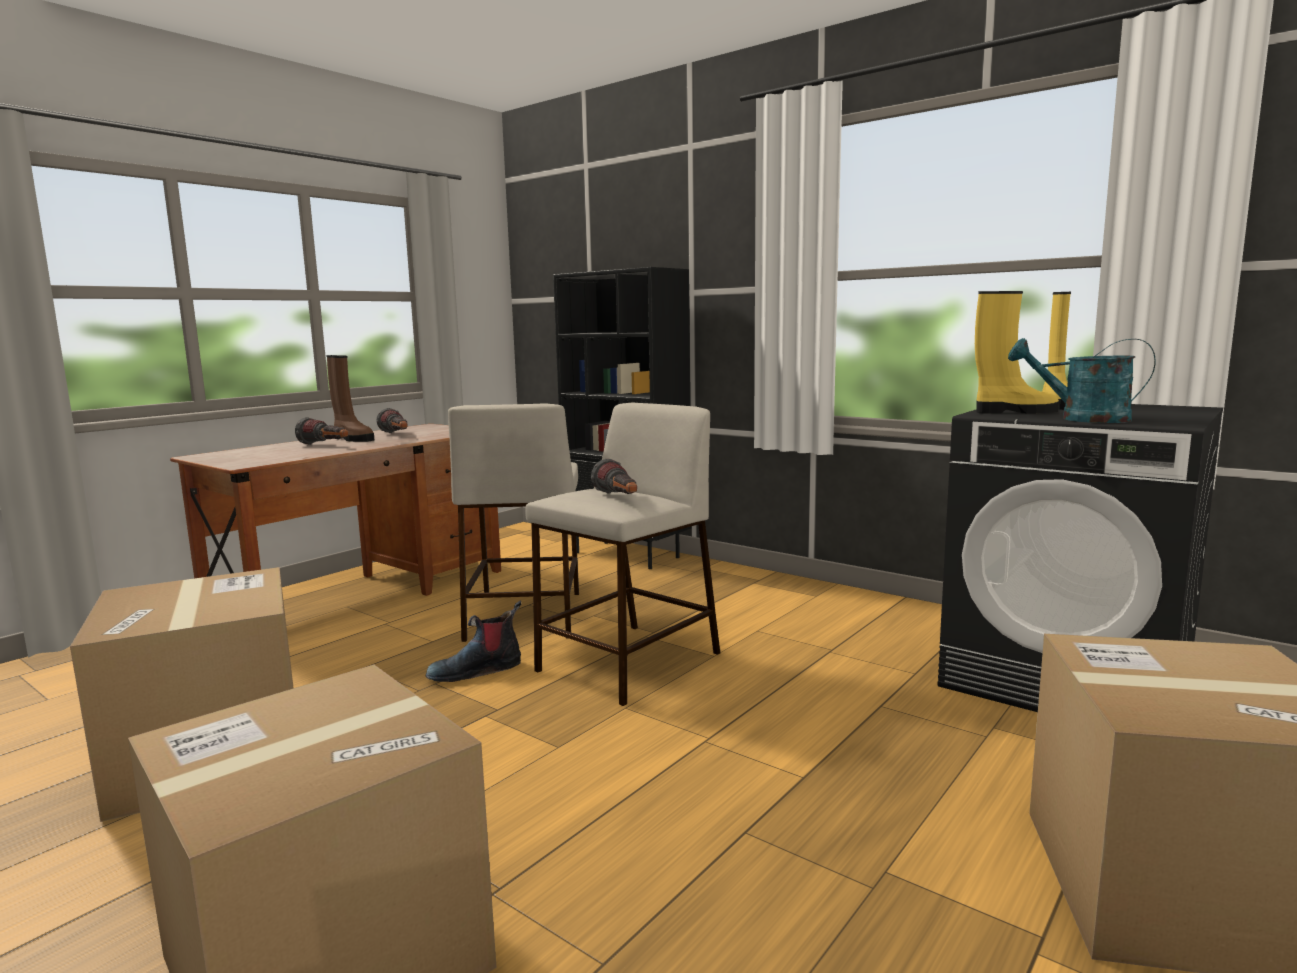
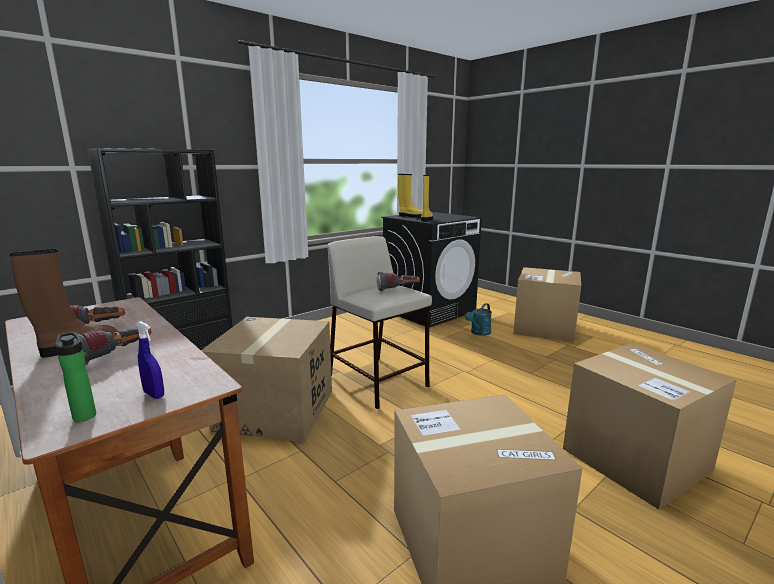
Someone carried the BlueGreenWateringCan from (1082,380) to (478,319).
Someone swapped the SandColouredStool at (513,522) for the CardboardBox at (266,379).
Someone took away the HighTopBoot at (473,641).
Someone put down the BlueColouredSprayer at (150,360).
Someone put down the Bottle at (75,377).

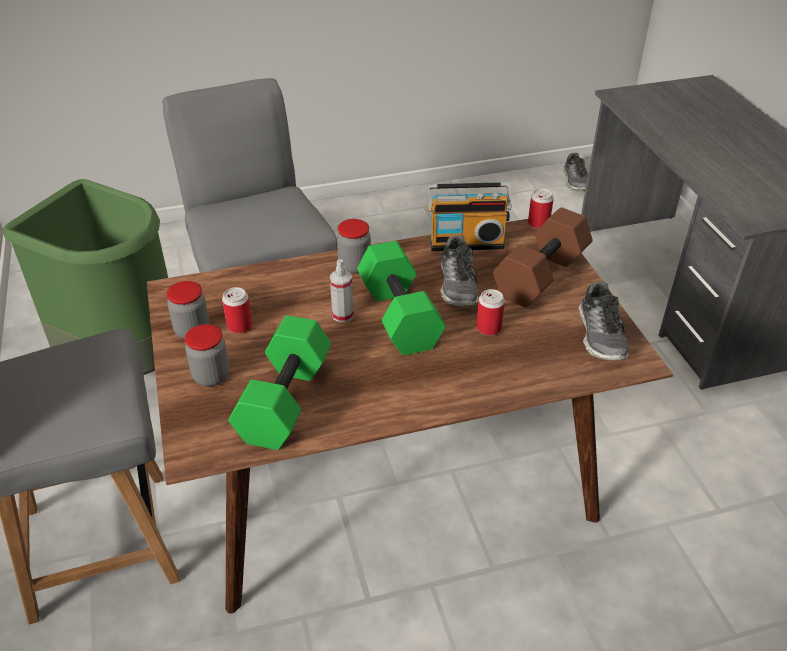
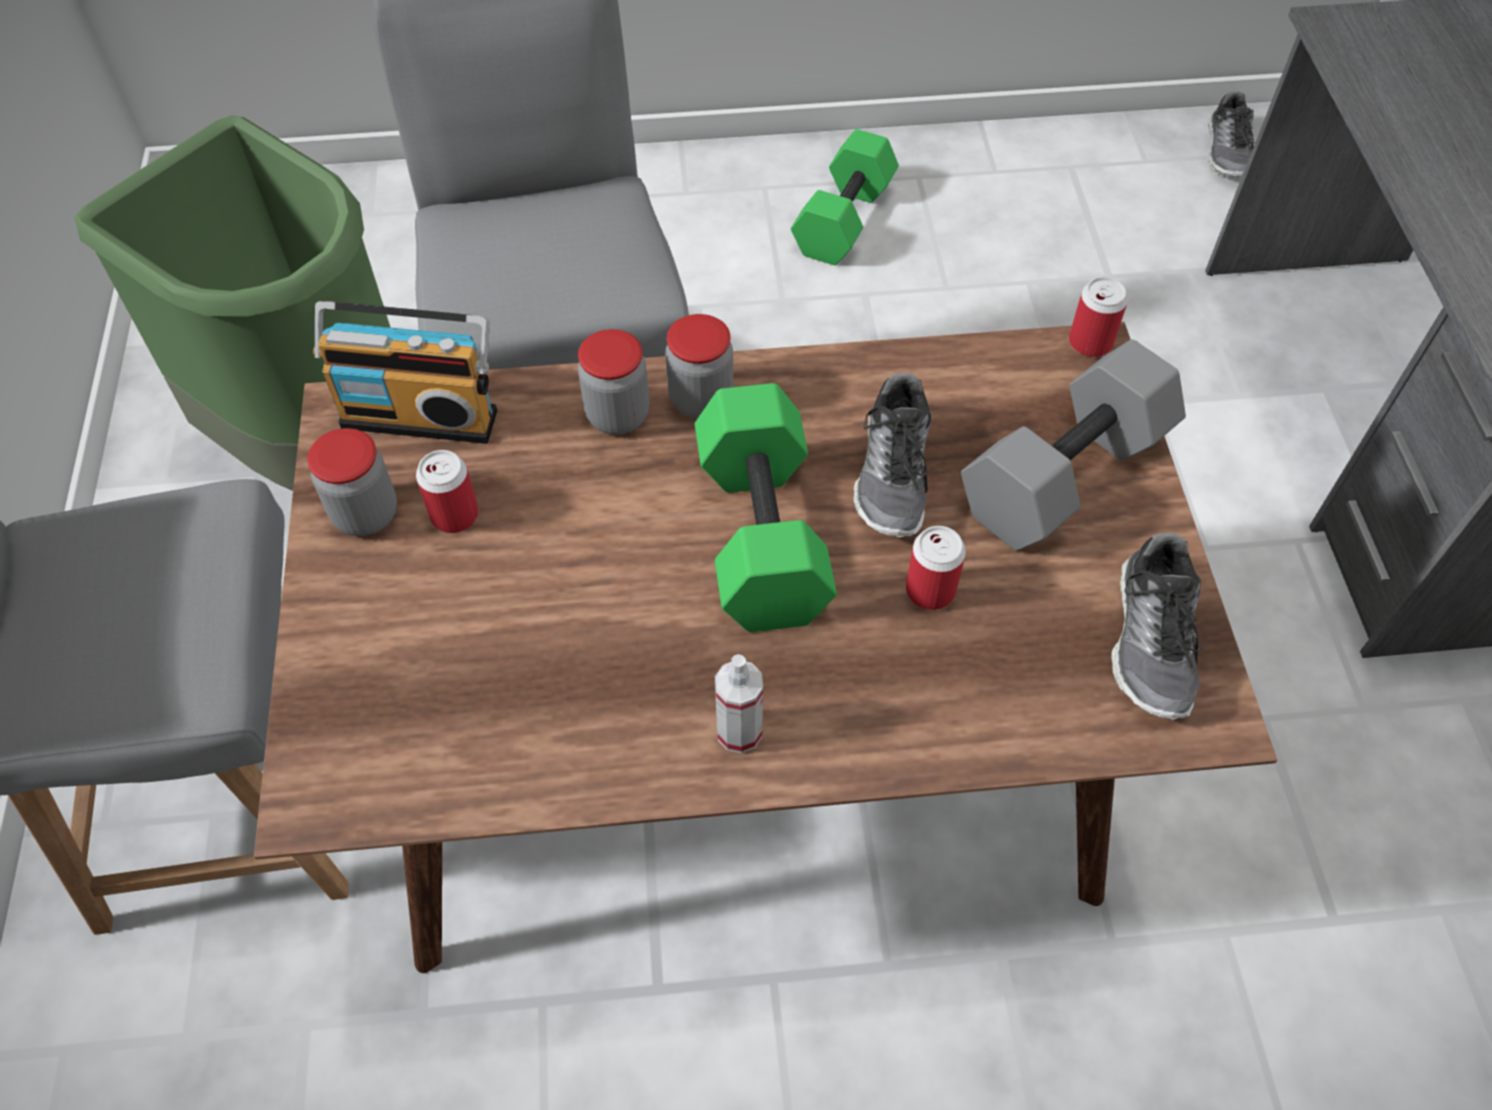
Someone carried the Radio from (469,216) to (405,372).
Someone repainted the BrownDumbbell at (543,257), which became the GreyishDumbbell at (1073,445).
Someone carried the Sprayer from (342,291) to (739,704).
Someone carried the GreenishDumbbell from (279,382) to (845,197).
Someone carried the PreserveJar from (207,355) to (613,381).

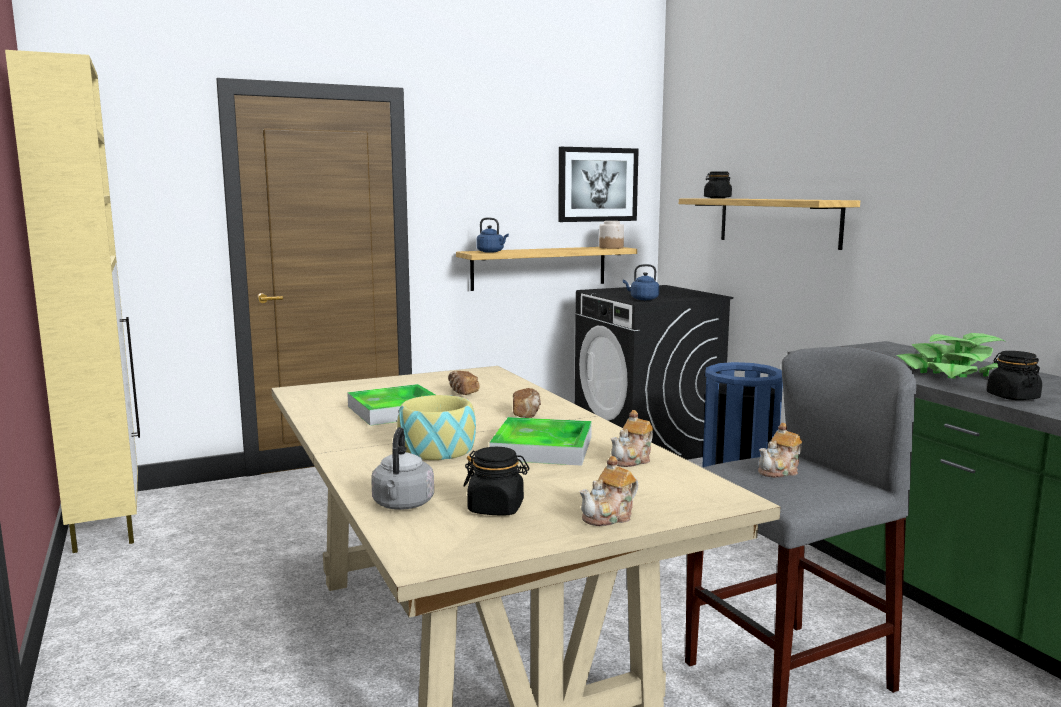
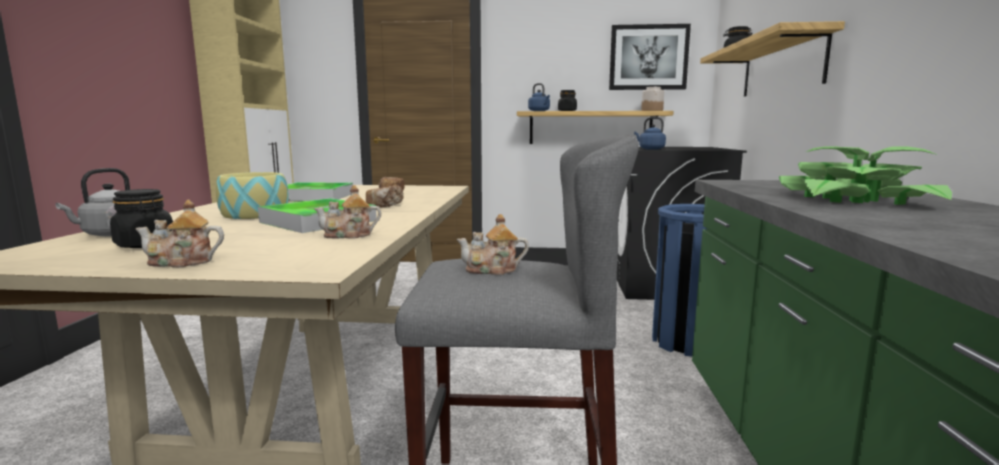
Someone carried the BlackPreserveJar from (1014,375) to (567,100).

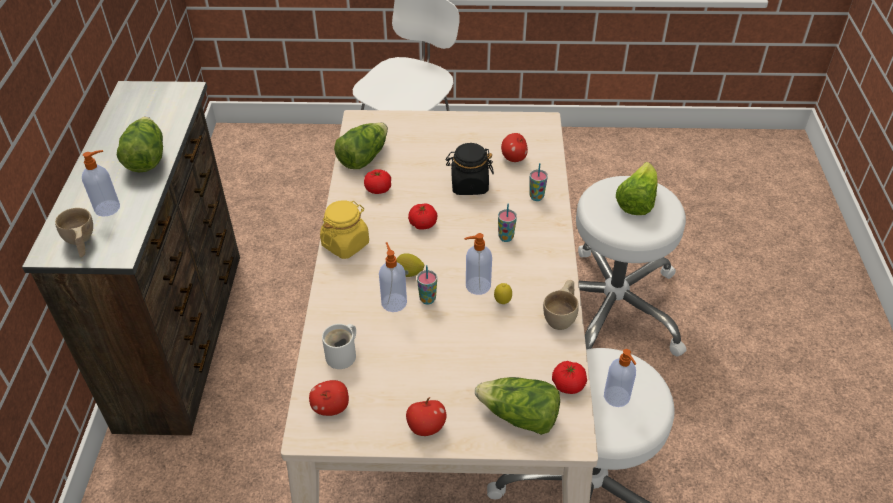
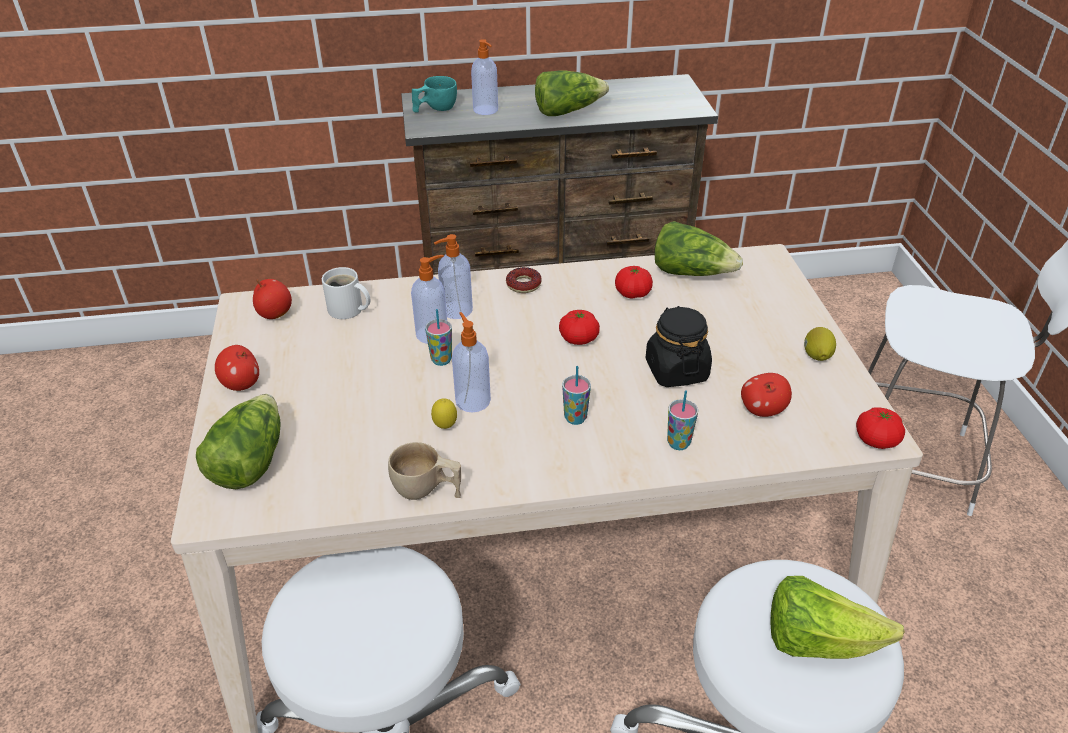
Someone swapped the YellowishPreserveJar at (344,229) for the RingDoughnut at (524,280).
Someone repainted the SandColouredCup at (74,233), which became the BlueGreenCup at (434,94).
Someone carried the CitrusFruit from (410,265) to (820,344).
Someone carried the LiquidSoapBottle from (620,378) to (453,276).
Someone carried the WholeTomato from (569,377) to (880,428).

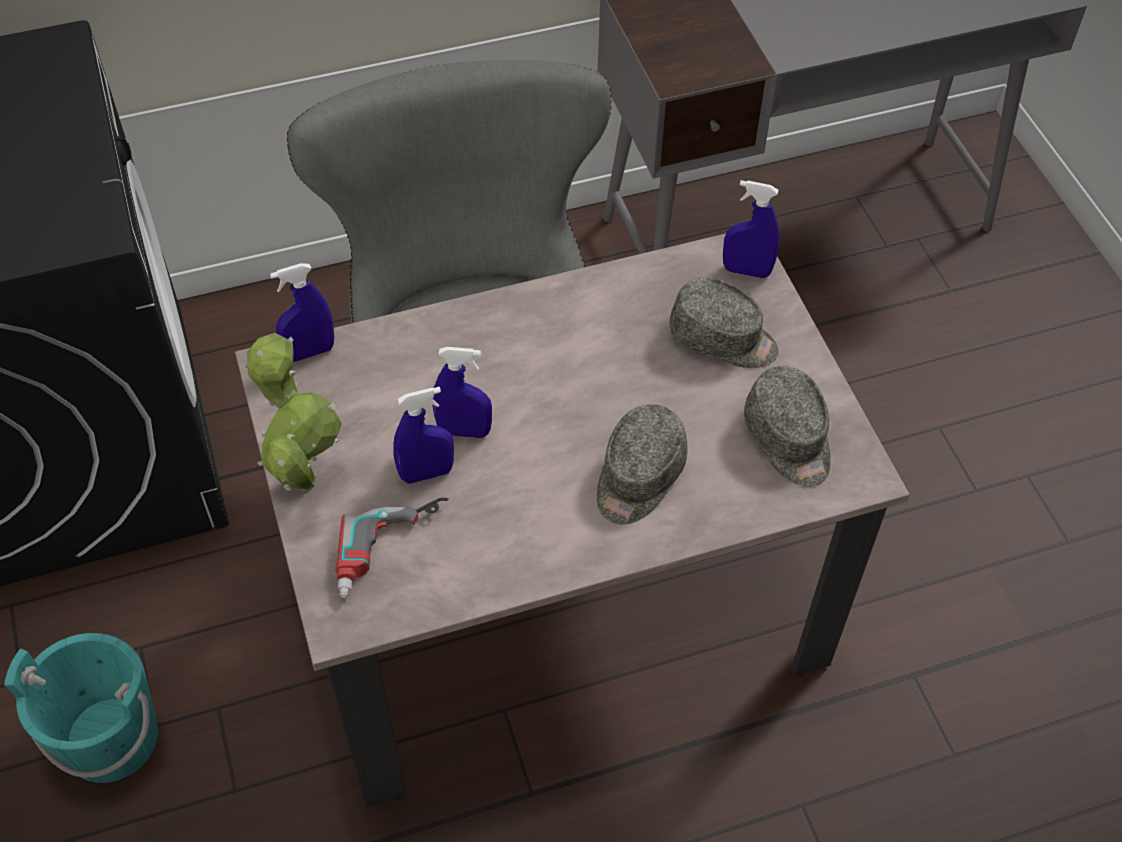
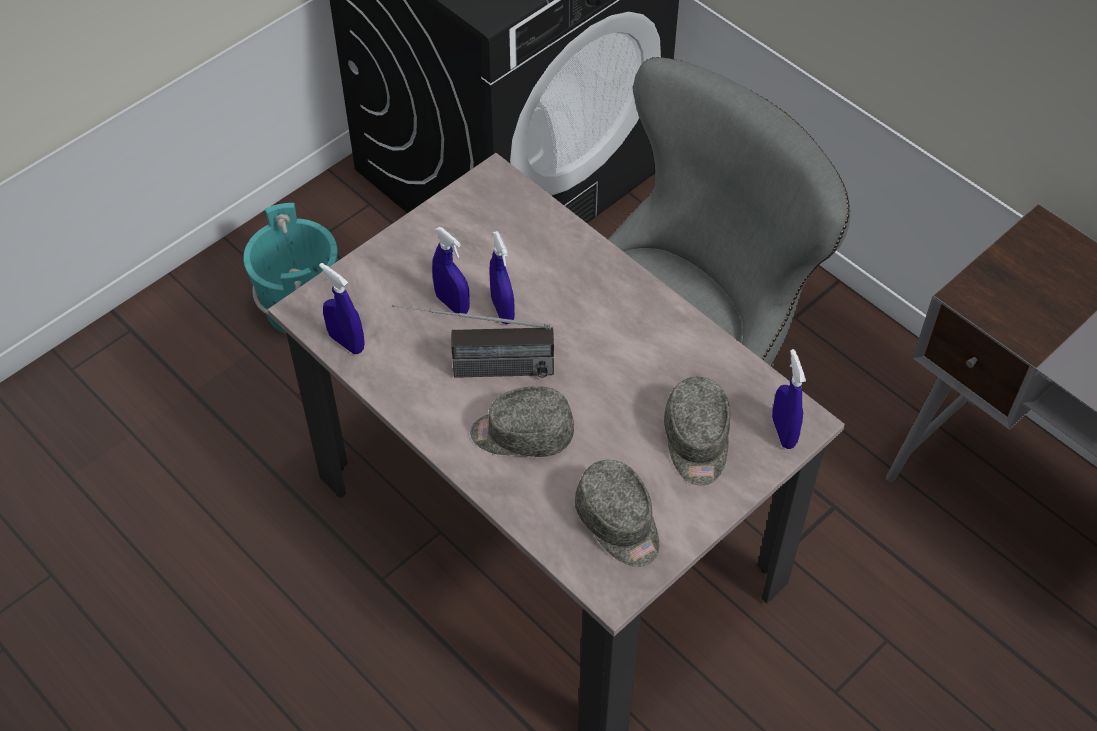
Someone carried the BlueColouredSprayer from (302,312) to (342,308).
Someone took away the Houseplant at (293,412).
Someone rotated the GreyishBaseballCap at (787,426) by 75 degrees counterclockwise.
Someone took away the ElectricDrill at (392,547).
Someone put down the Radio at (473,341).

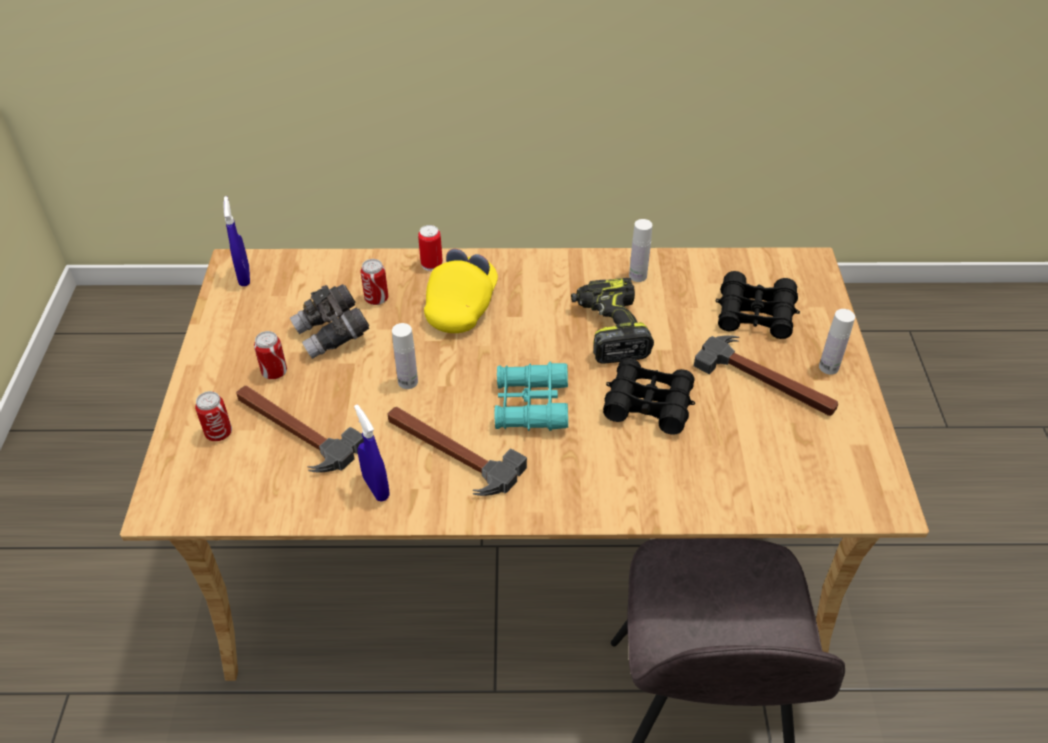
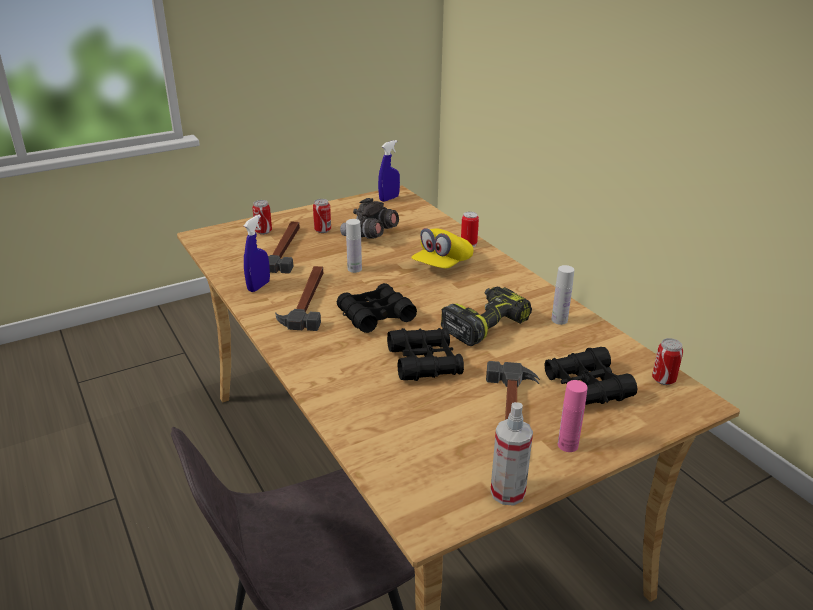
Someone rotated the YellowishBaseballCap at (461,291) by 135 degrees clockwise.
Someone carried the MetalCan from (374,282) to (667,361).
Someone repainted the WhiteBottle at (837,342), which became the PinkishBottle at (573,416).
Someone repainted the BlueGreenPairOfBinoculars at (531,396), which became the BlackPairOfBinoculars at (377,308).
Someone put down the Sprayer at (511,454).

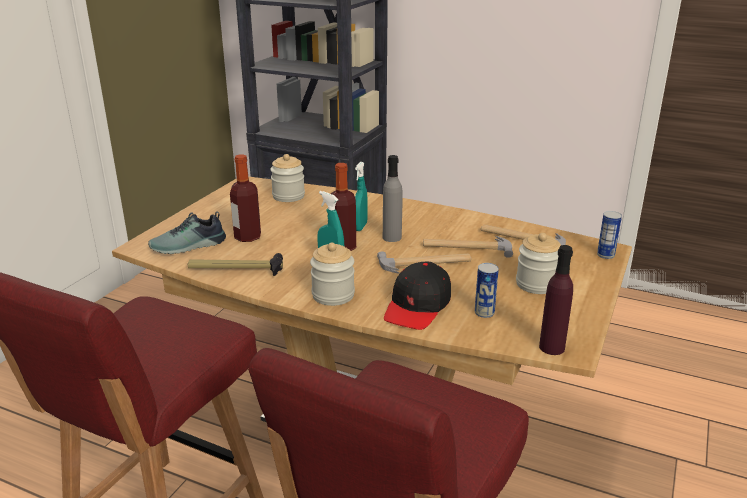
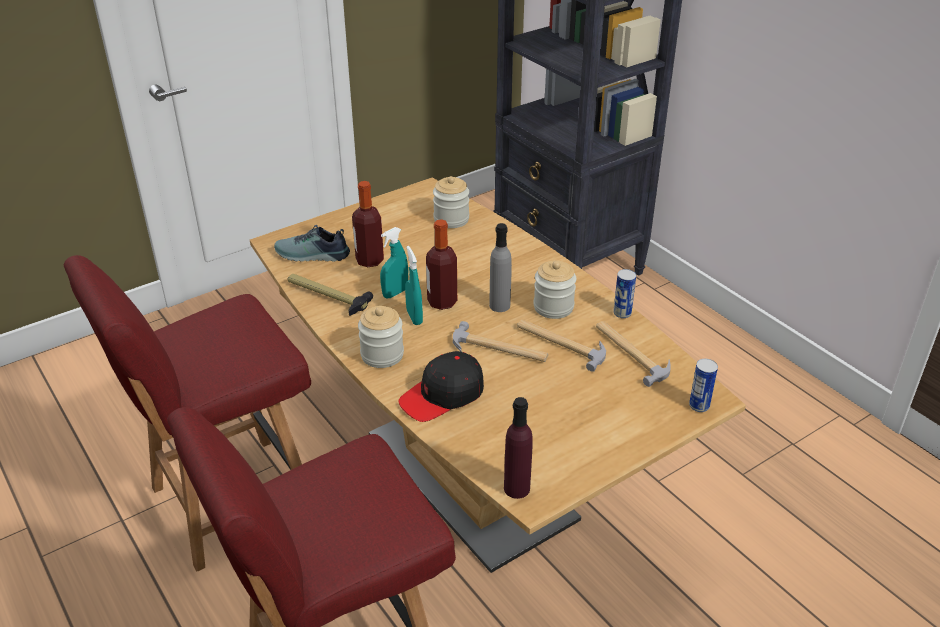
Someone carried the BlueGreenSprayer from (361,196) to (394,262).
Someone carried the PreserveJar from (538,263) to (555,289).
Someone carried the MetalCan from (487,290) to (624,293).

